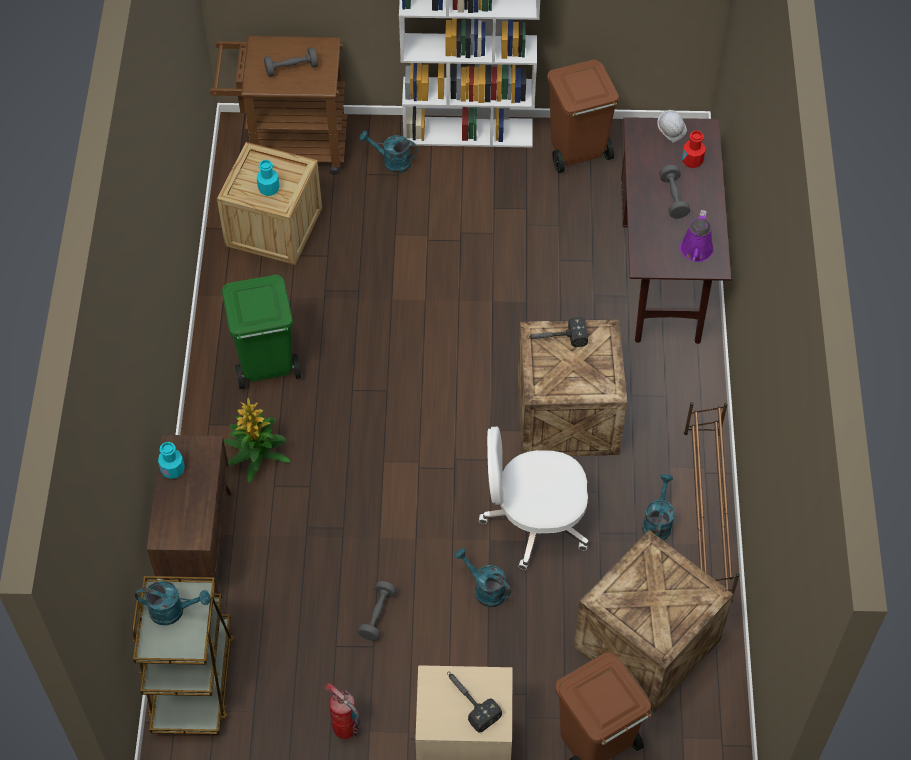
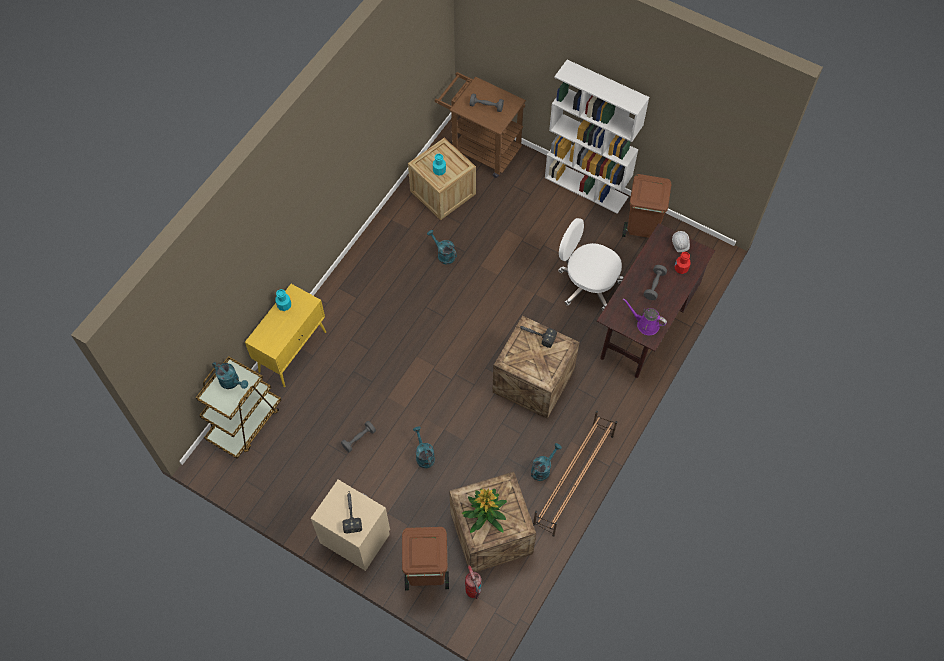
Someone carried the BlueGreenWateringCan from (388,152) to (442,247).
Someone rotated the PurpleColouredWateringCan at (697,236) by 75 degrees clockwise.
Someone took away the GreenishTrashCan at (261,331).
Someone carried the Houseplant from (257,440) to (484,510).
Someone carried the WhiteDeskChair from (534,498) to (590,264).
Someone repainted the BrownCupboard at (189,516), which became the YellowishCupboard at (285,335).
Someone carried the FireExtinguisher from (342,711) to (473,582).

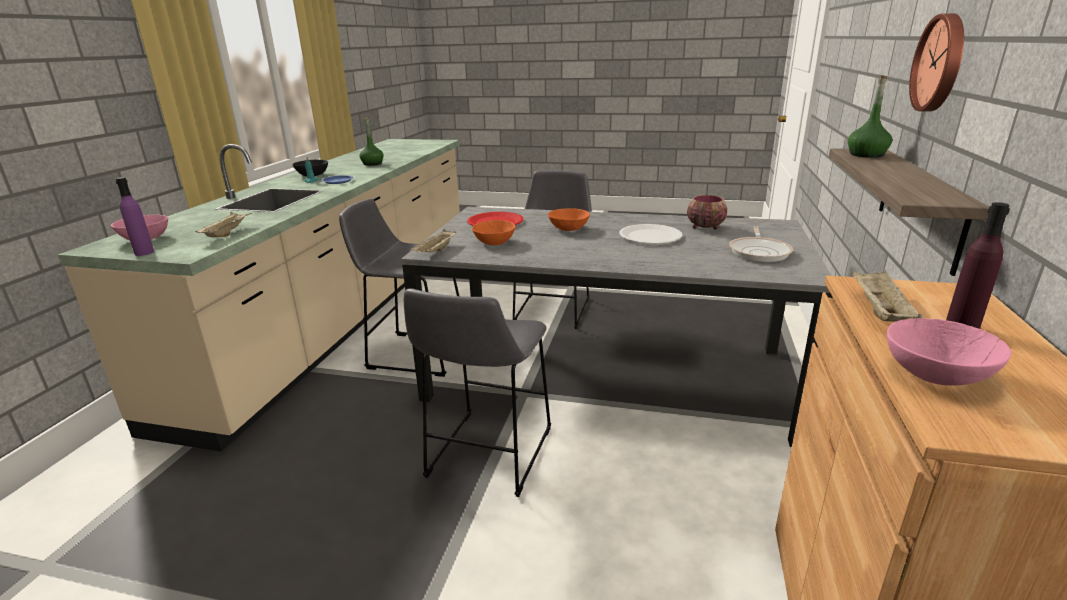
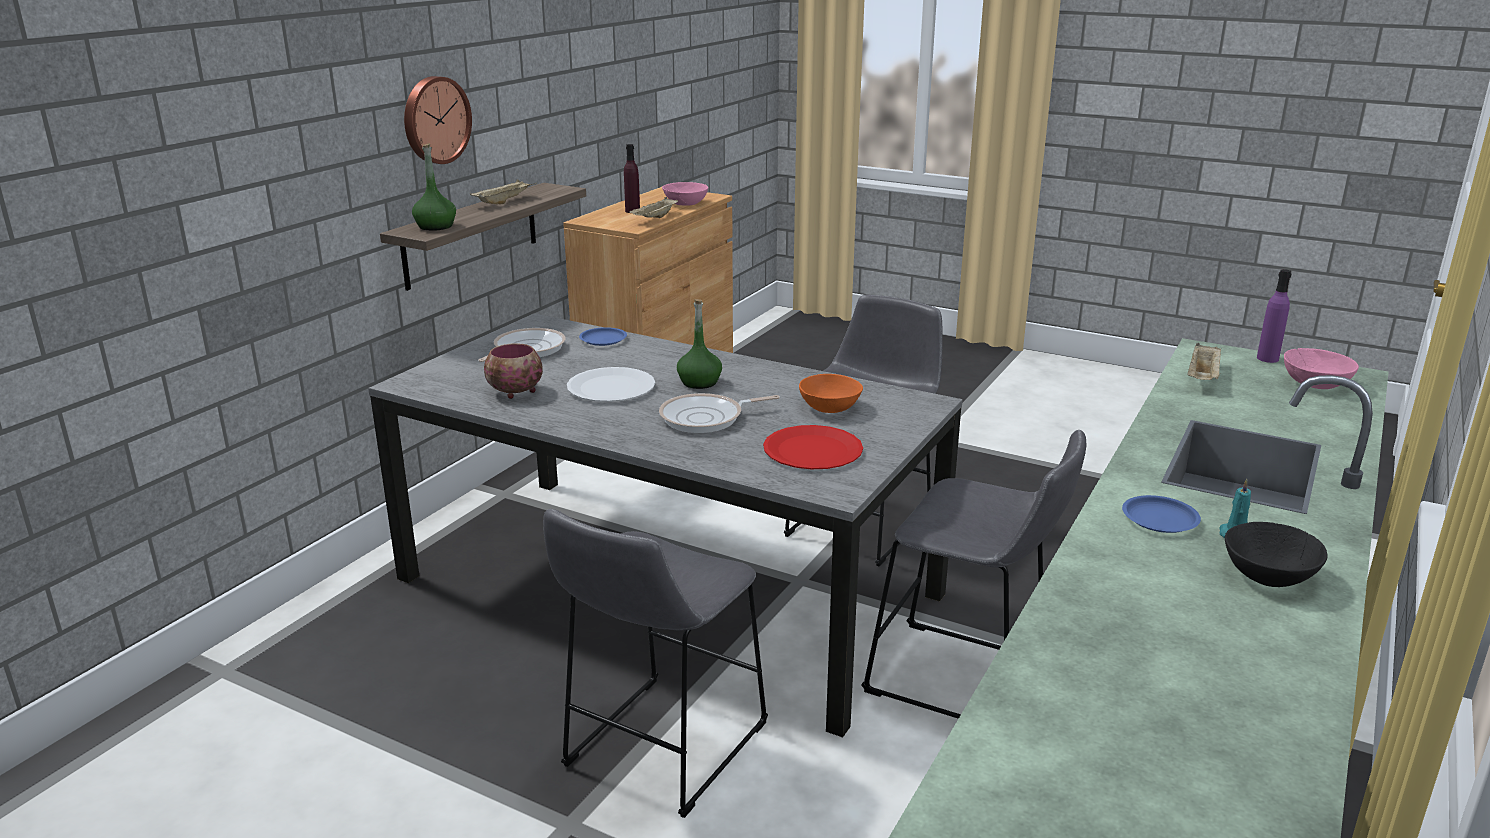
Someone carried the GreenishBottle from (372,142) to (699,344).
Someone swapped the OrangeColouredDeepDish at (569,219) for the Pan at (719,413).
Someone carried the SandColouredServingTray from (434,240) to (502,191).
Someone put down the BlueColouredPlate at (603,336).

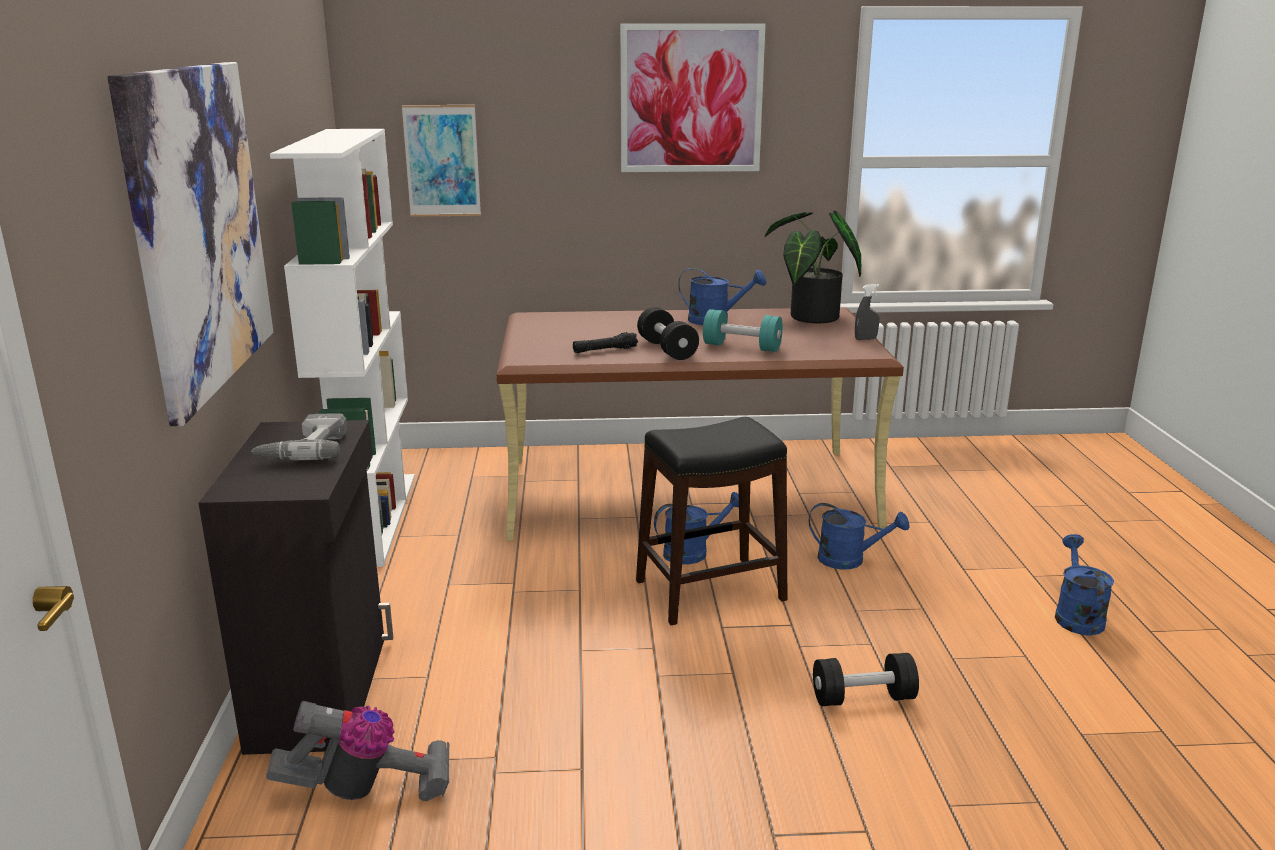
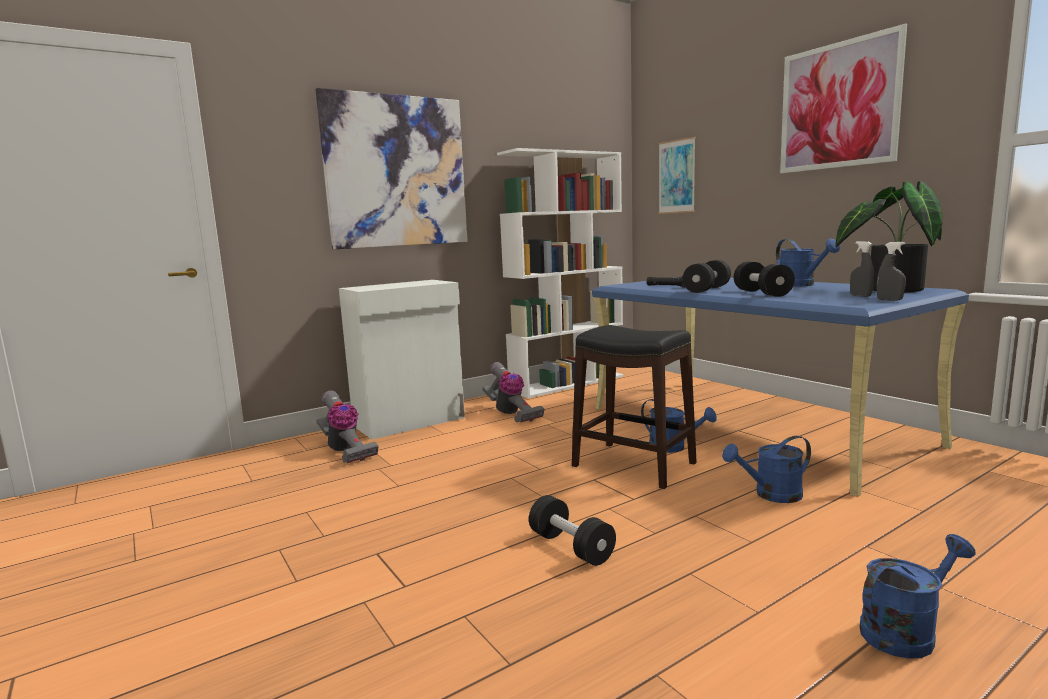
Someone repainted the BrownDesk at (700,424), which became the BlueColouredDesk at (780,387).
Someone repainted the BlueGreenDumbbell at (743,330), which became the BlackDumbbell at (764,279).
Someone took away the ElectricDrill at (299,436).
Someone repainted the BlackCupboard at (295,587), which became the WhiteCupboard at (402,360).
Someone rotated the BlueColouredWateringCan at (859,536) by 90 degrees clockwise.
Someone put down the GreyishSprayer at (862,269).
Someone put down the VacuumCleaner at (513,392).

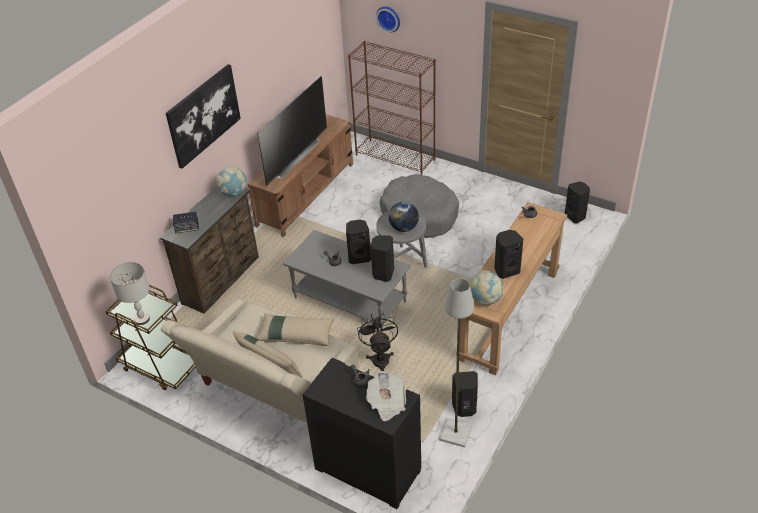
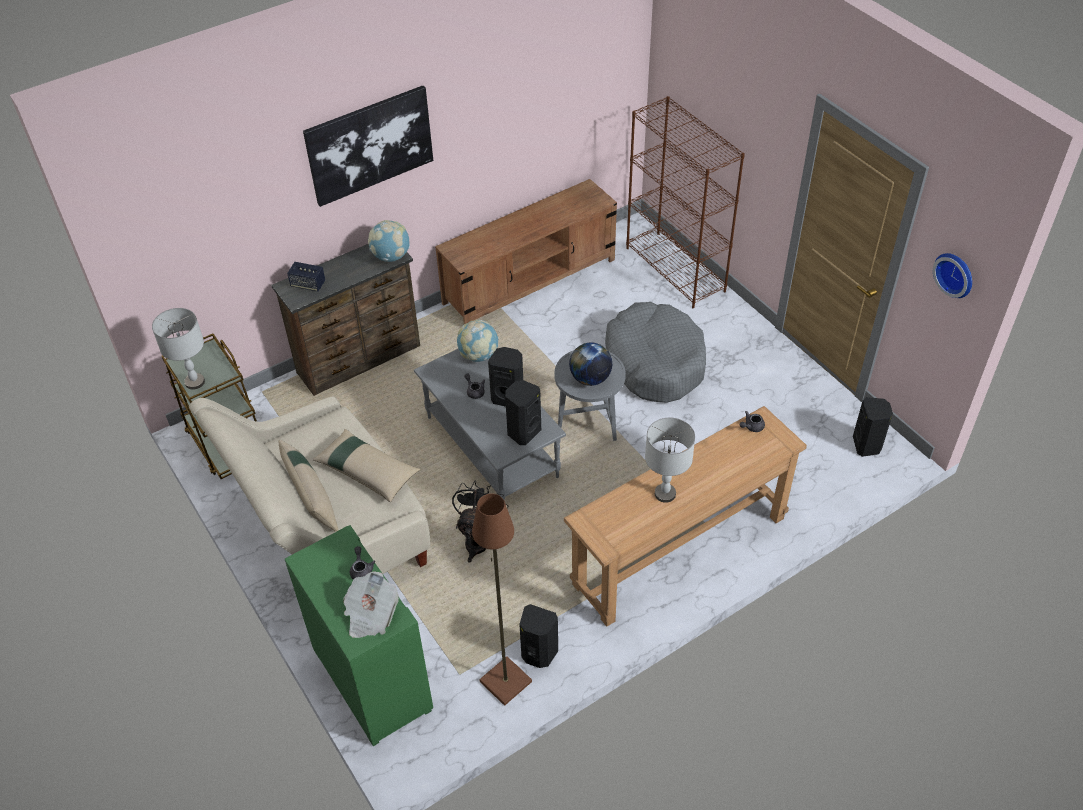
Someone carried the HangingClock from (388,19) to (952,275).
Someone took away the Tv at (292,131).
Someone swapped the BlackSpeaker at (508,254) for the GreyishTableLamp at (670,460).
Someone carried the DeskGlobe from (487,288) to (478,341).
Someone repainted the GreyishStandardLamp at (456,363), which became the BrownStandardLamp at (502,600).
Someone repainted the BlackCupboard at (362,433), which became the GreenishCupboard at (359,635).

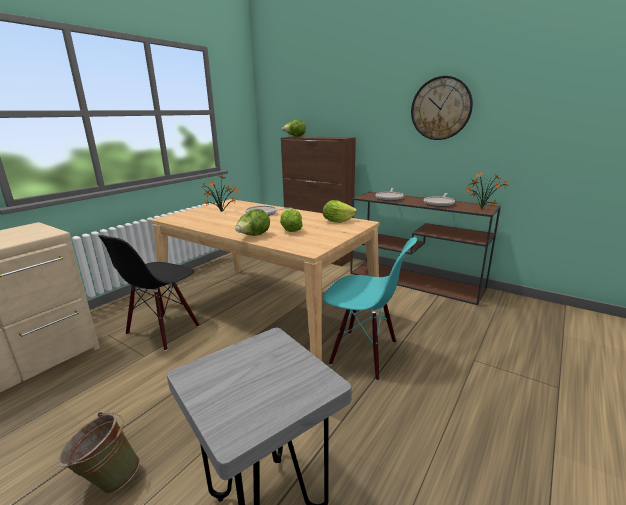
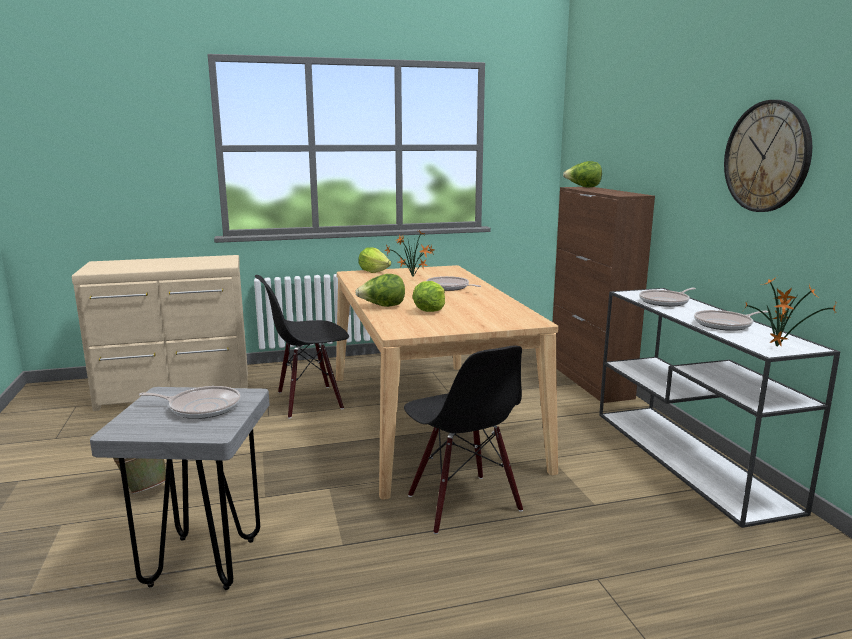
Someone repainted the BrownConsoleTable at (425,248), which became the WhiteConsoleTable at (719,408).
Someone carried the Lettuce from (340,211) to (375,260).
Someone repainted the BlueGreenPlainChair at (370,309), which became the BlackPlainChair at (463,439).
Someone put down the Pan at (189,402).

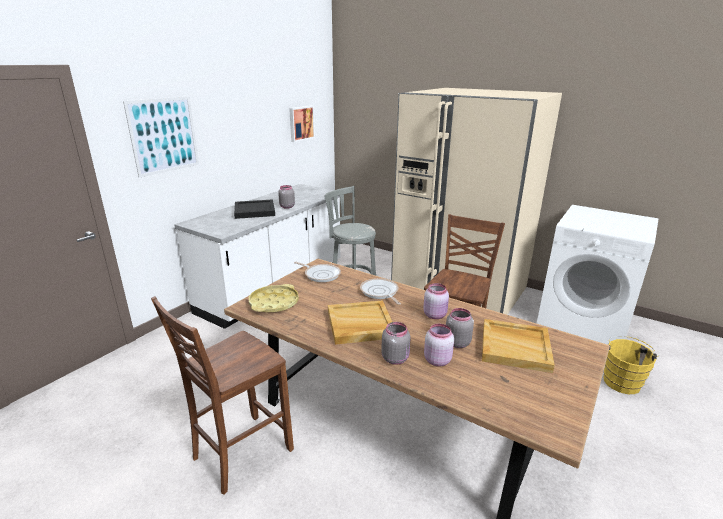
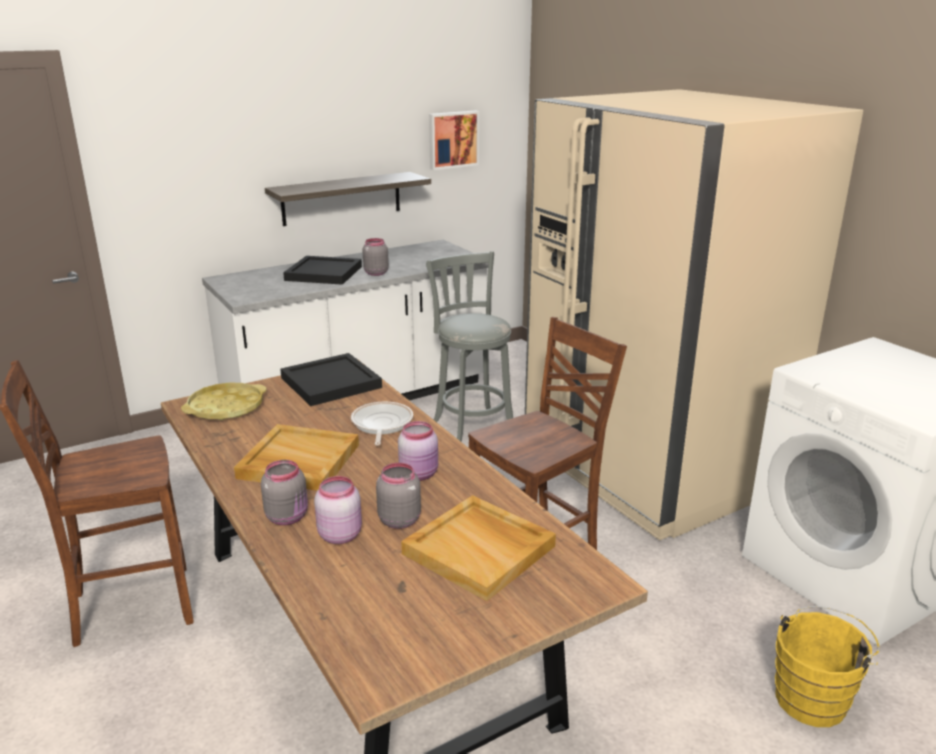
Someone took away the WallArt at (161,137).
Someone swapped the Pan at (317,272) for the BlackServingTray at (331,379).
Someone put up the WallShelf at (348,199).

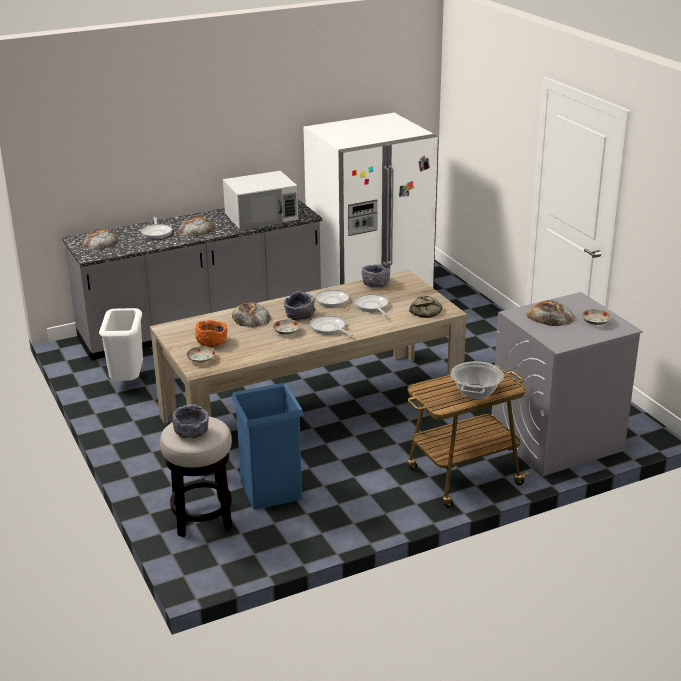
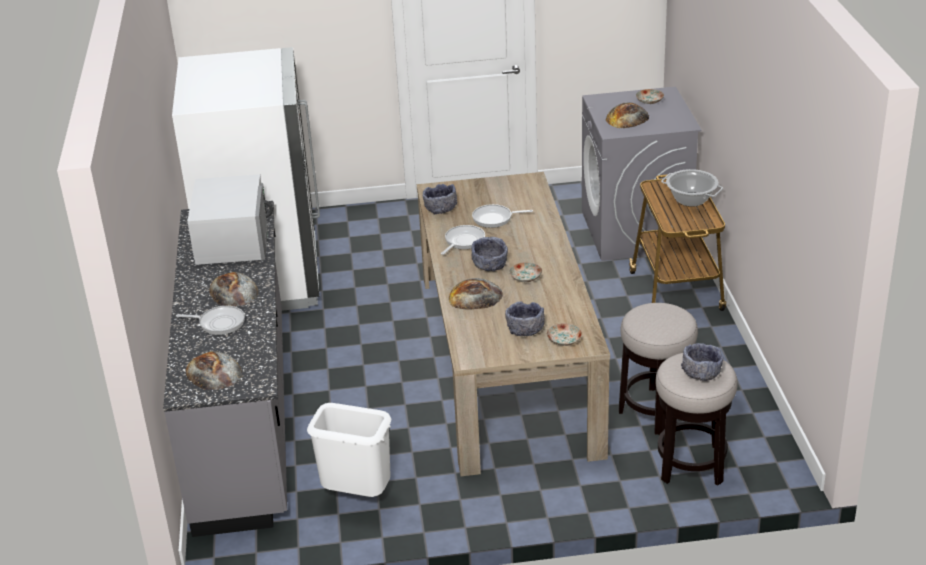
Someone took away the Bread at (425,307).
Someone took away the Pan at (332,325).
Someone repainted the OrangeColouredDeepDish at (211,334), which became the GreyishDeepDish at (525,318).
Someone swapped the BlueColouredTrashCan at (268,446) for the Stool at (658,369).

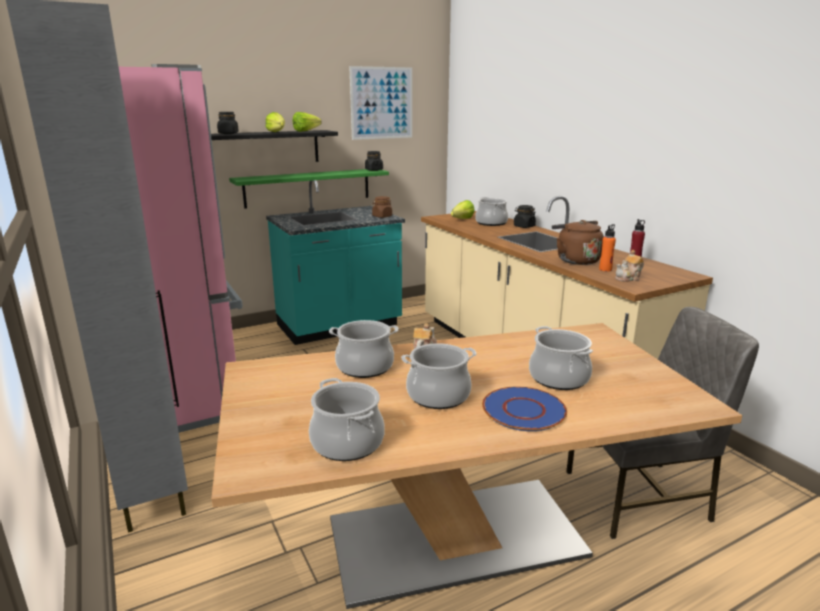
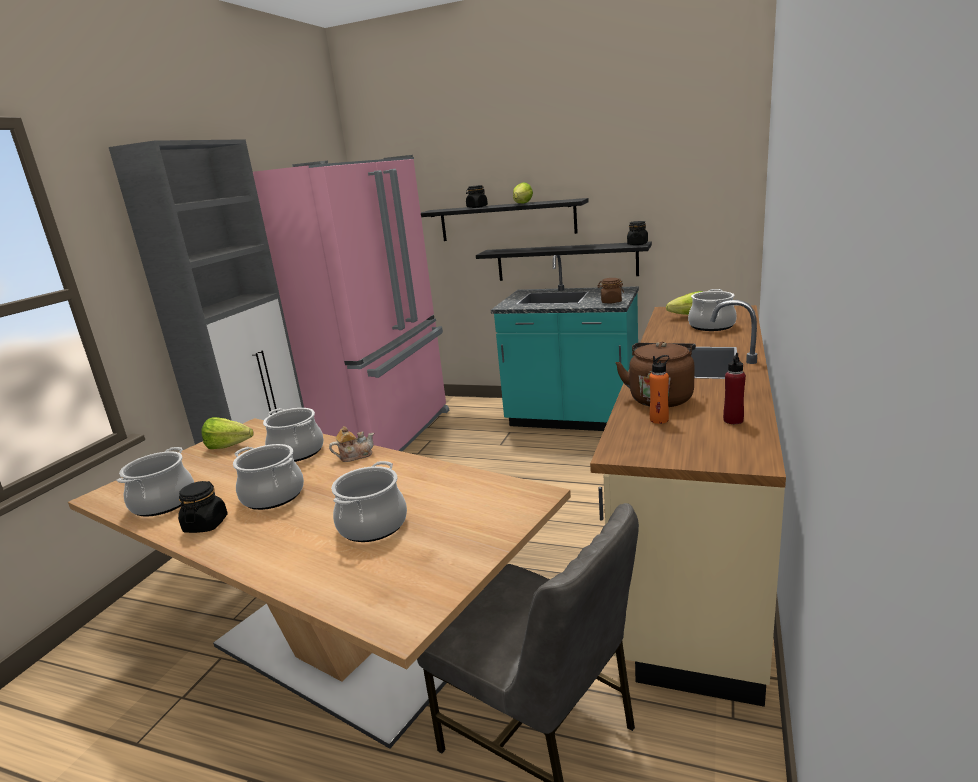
Someone took away the WallArt at (380,103).
Someone carried the Lettuce from (307,122) to (227,433).
Someone repainted the GreenishWallShelf at (309,189), which became the BlackWallShelf at (564,261).
Someone carried the BlackPreserveJar from (525,216) to (203,507).
Someone took away the TeaPot at (629,266).
Someone took away the BlueColouredPlate at (524,409).

